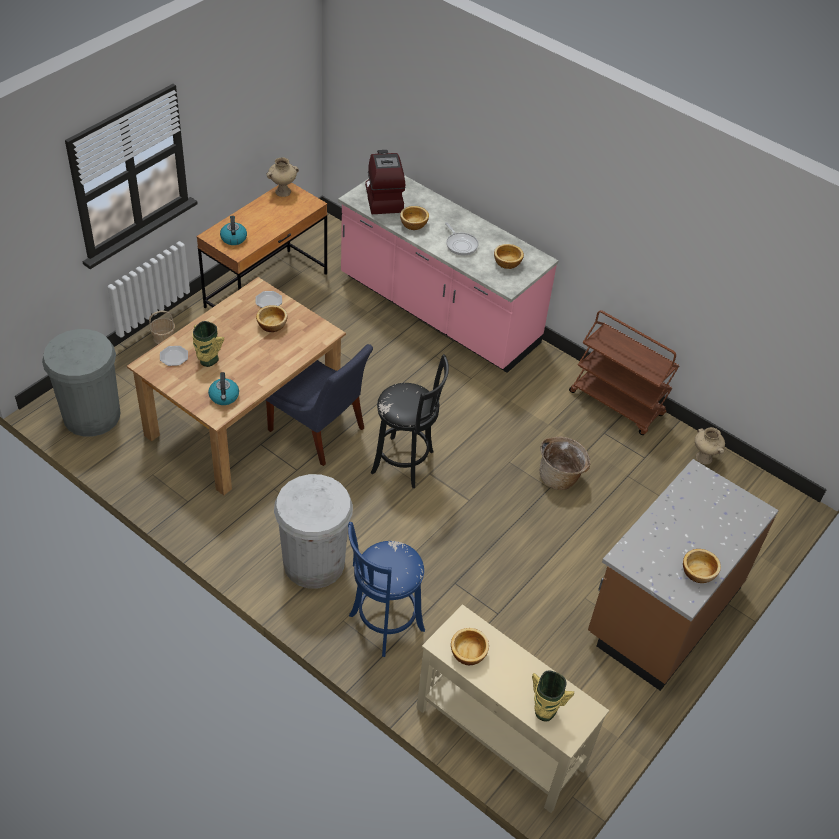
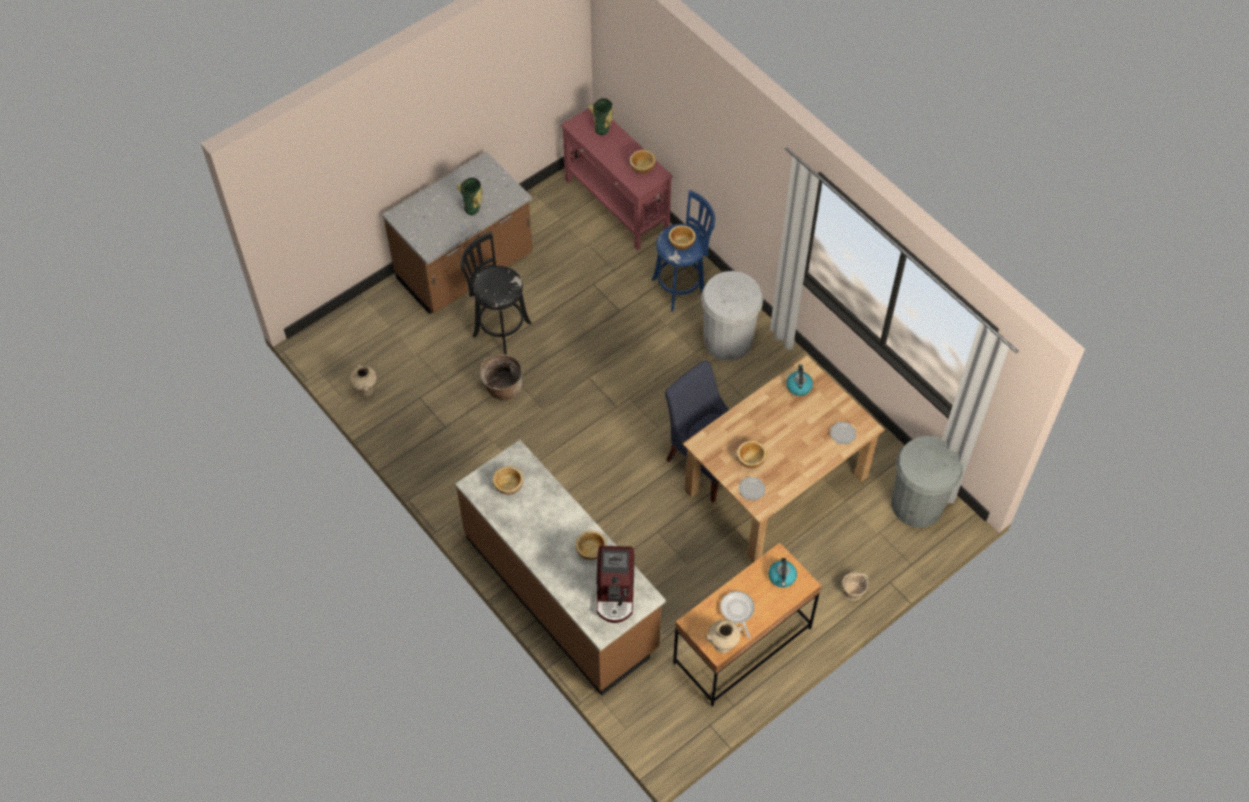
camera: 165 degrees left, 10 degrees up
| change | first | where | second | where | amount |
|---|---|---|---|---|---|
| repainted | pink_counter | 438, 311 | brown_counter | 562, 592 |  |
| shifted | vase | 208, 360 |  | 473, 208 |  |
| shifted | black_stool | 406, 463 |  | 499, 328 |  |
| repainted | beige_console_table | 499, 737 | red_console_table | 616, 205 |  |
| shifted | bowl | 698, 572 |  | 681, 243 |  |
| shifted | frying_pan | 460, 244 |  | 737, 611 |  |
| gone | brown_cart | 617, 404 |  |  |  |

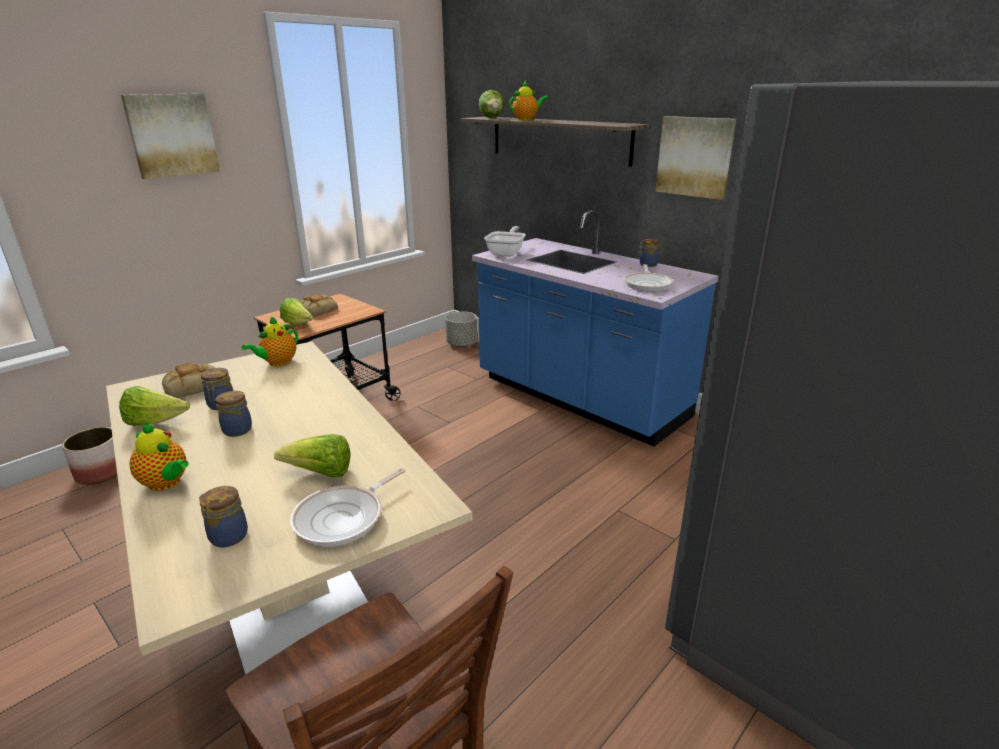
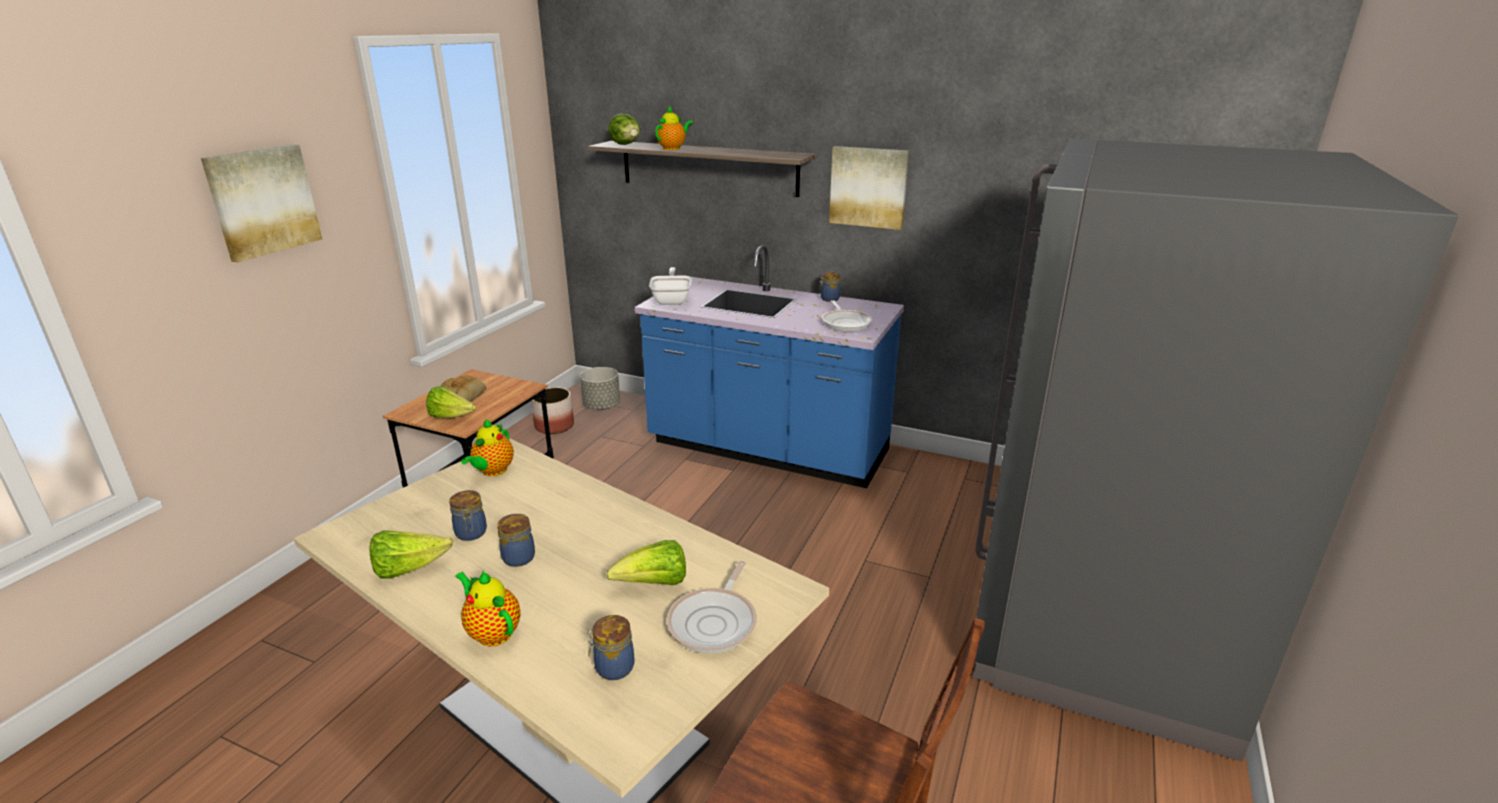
camera: 20 degrees left, 0 degrees up
| change | first | where | second | where | amount |
|---|---|---|---|---|---|
| rotated | teapot | 166, 483 |  | 492, 632 | 150 degrees counterclockwise |
| shifted | planter | 101, 472 |  | 554, 426 |  |
| gone | bread | 193, 386 |  |  |  |

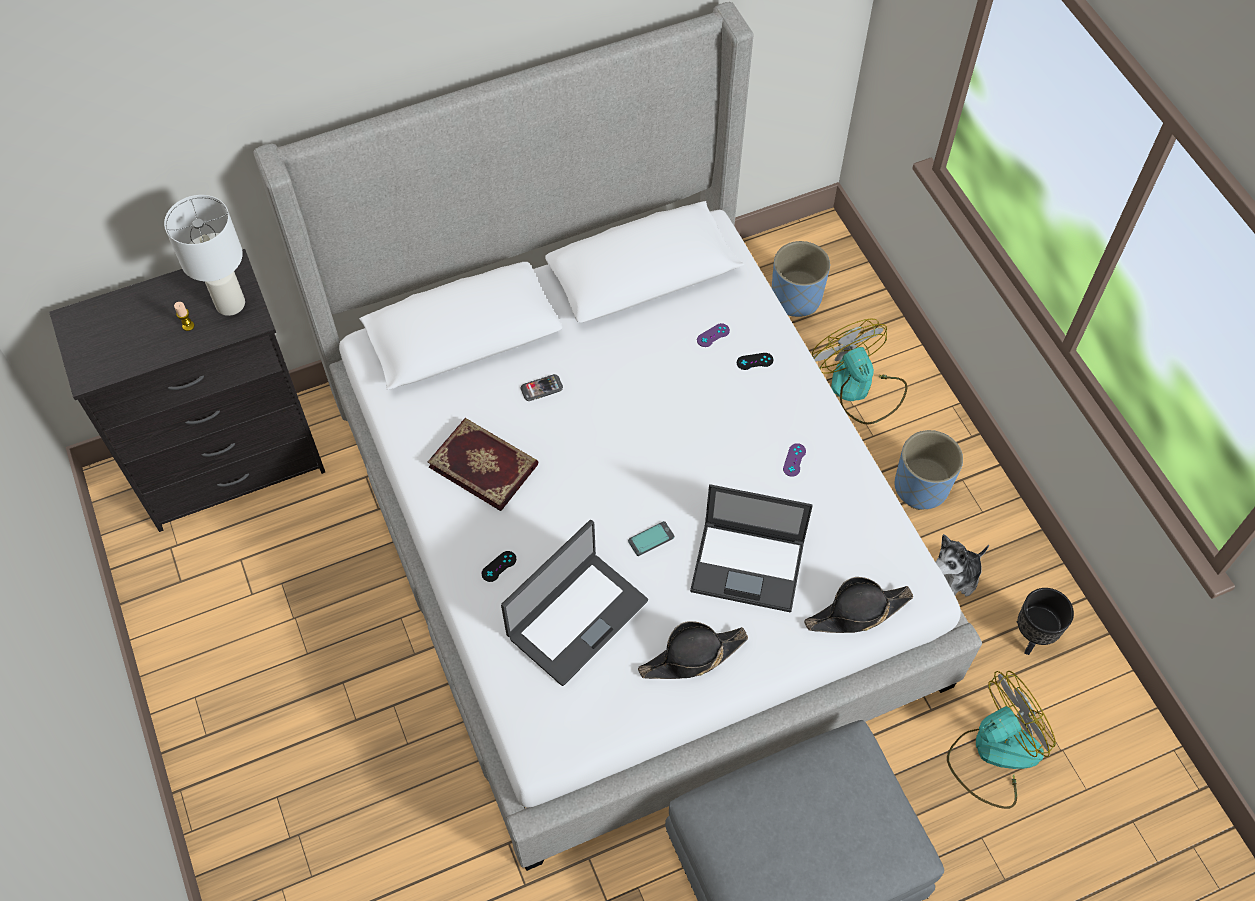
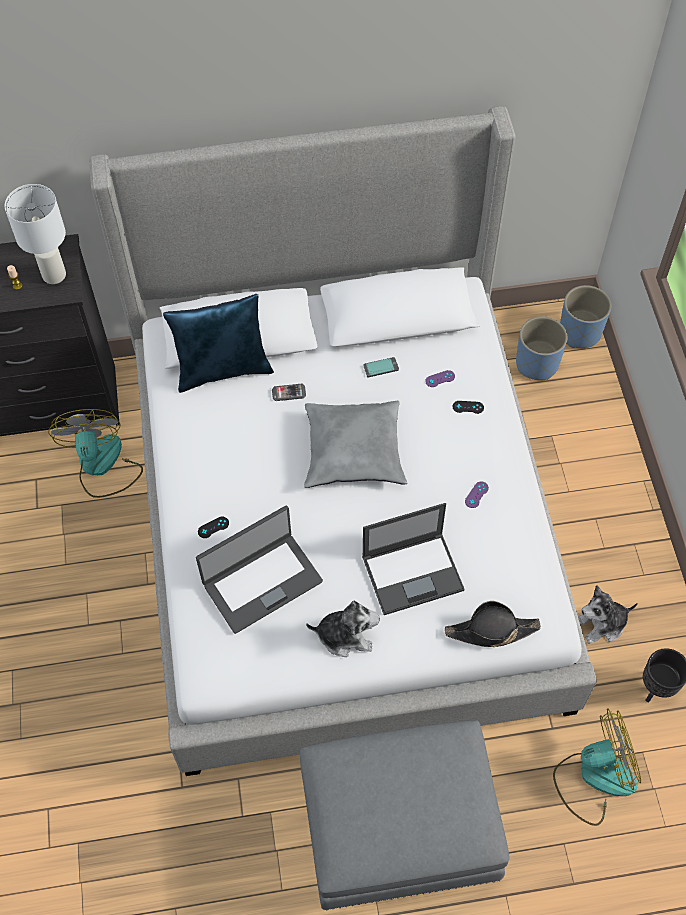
camera: 15 degrees right, 0 degrees up
| change | first | where | second | where | amount |
|---|---|---|---|---|---|
| shifted | fan | 858, 389 |  | 102, 466 |  |
| new |  |  | blue_pillow | 223, 369 |  |
| new |  |  | grey_pillow | 354, 451 |  |
| swapped | black_hat | 692, 657 | plush_toy | 345, 635 |  |
| rotated | laptop | 749, 566 |  | 413, 572 | 45 degrees counterclockwise |
| shifted | phone | 651, 539 |  | 381, 367 |  |
| shifted | blue_planter | 921, 486 |  | 580, 332 |  |
| gone | book | 484, 464 |  |  |  |

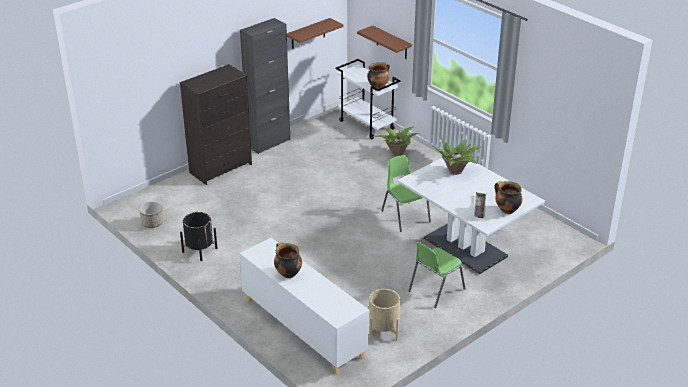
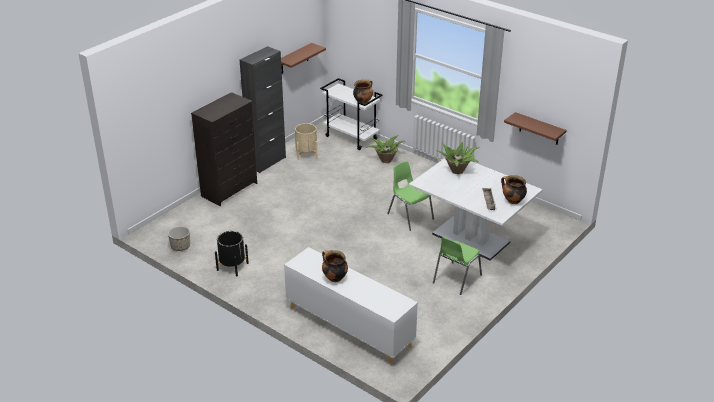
camera: 10 degrees left, 0 degrees up
| change | first | where | second | where | amount |
|---|---|---|---|---|---|
| shifted | beige_planter | 383, 331 |  | 306, 154 |  |
| shifted | brown_shelf | 391, 43 |  | 539, 129 |  |

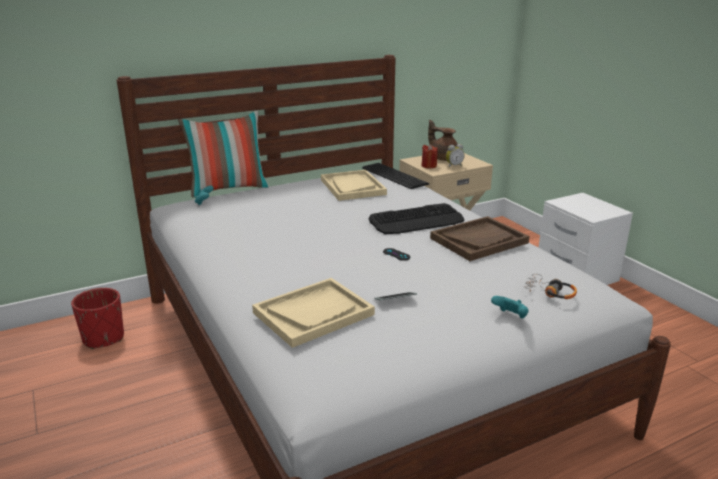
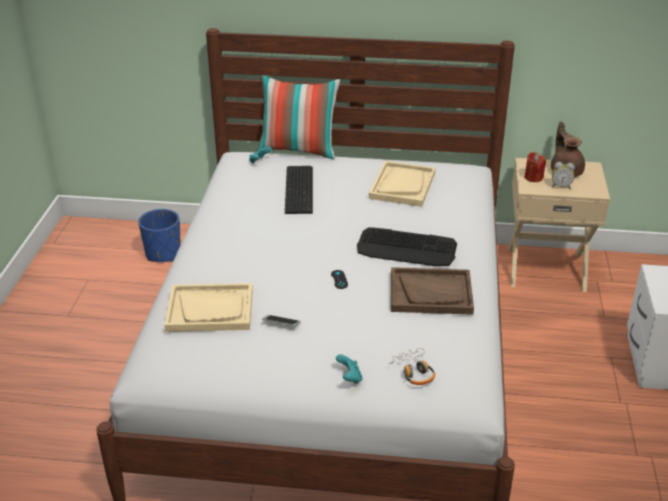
camera: 35 degrees right, 10 degrees up
| change | first | where | second | where | amount |
|---|---|---|---|---|---|
| repainted | red_planter | 103, 338 | blue_planter | 163, 254 |  |
| shifted | keyboard | 395, 175 |  | 300, 189 |  |

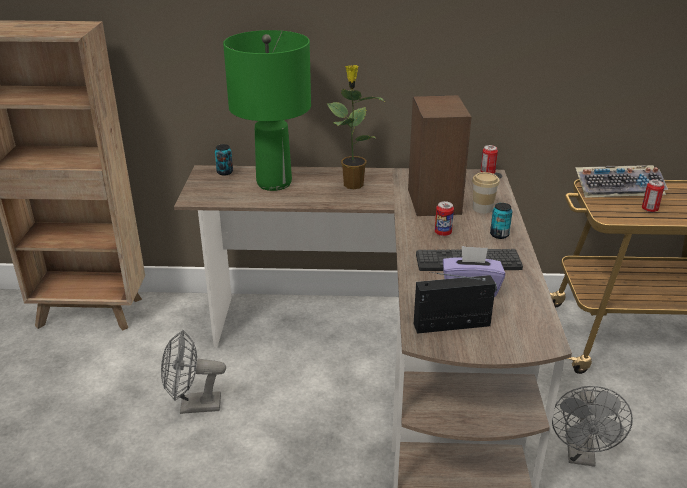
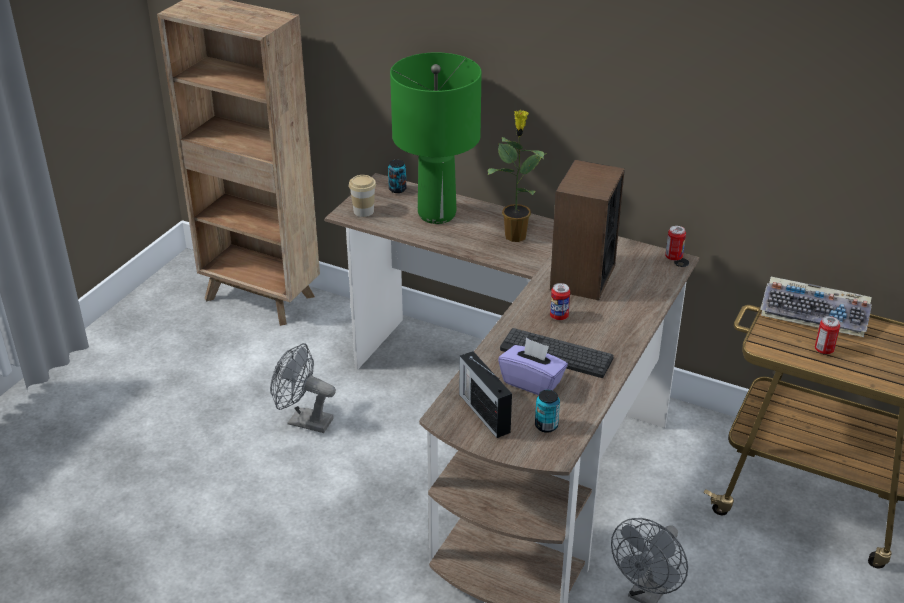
camera: 25 degrees right, 5 degrees up
| change | first | where | second | where | amount |
|---|---|---|---|---|---|
| shifted | cup | 482, 208 |  | 363, 211 |  |
| rotated | radio | 453, 325 |  | 483, 412 | 135 degrees counterclockwise |
| shifted | can | 499, 235 |  | 546, 426 |  |

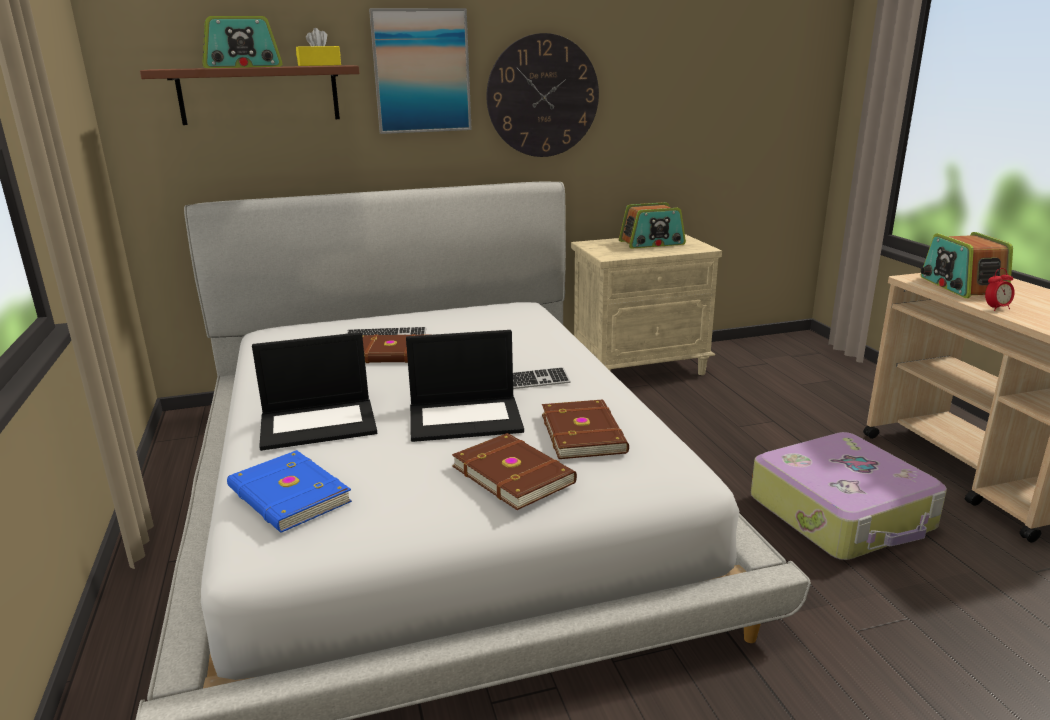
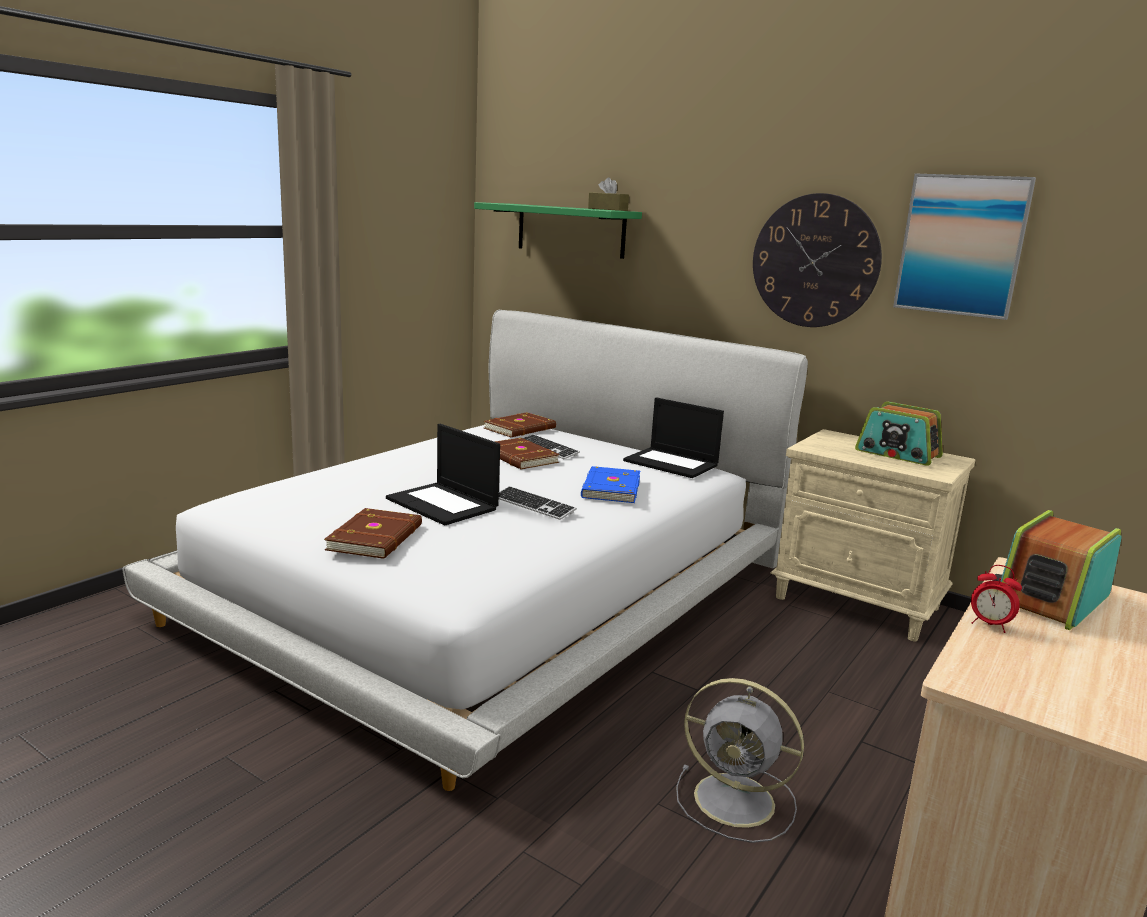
camera: 50 degrees right, 5 degrees down
| change | first | where | second | where | amount |
|---|---|---|---|---|---|
| repainted | brown_shelf | 259, 94 | green_shelf | 570, 230 |  |
| shifted | brown_book | 584, 433 |  | 521, 428 |  |
| shifted | blue_book | 287, 496 |  | 609, 488 |  |
| repainted | yellow_tissue_box | 319, 65 | brown_tissue_box | 608, 209 |  |
| shifted | laptop | 319, 423 |  | 672, 463 |  |
| swapped | suitcase | 843, 513 | grey_fan | 738, 801 |  |
| shifted | picture | 421, 71 |  | 961, 245 |  |
| gone | radio | 242, 67 |  |  |  |

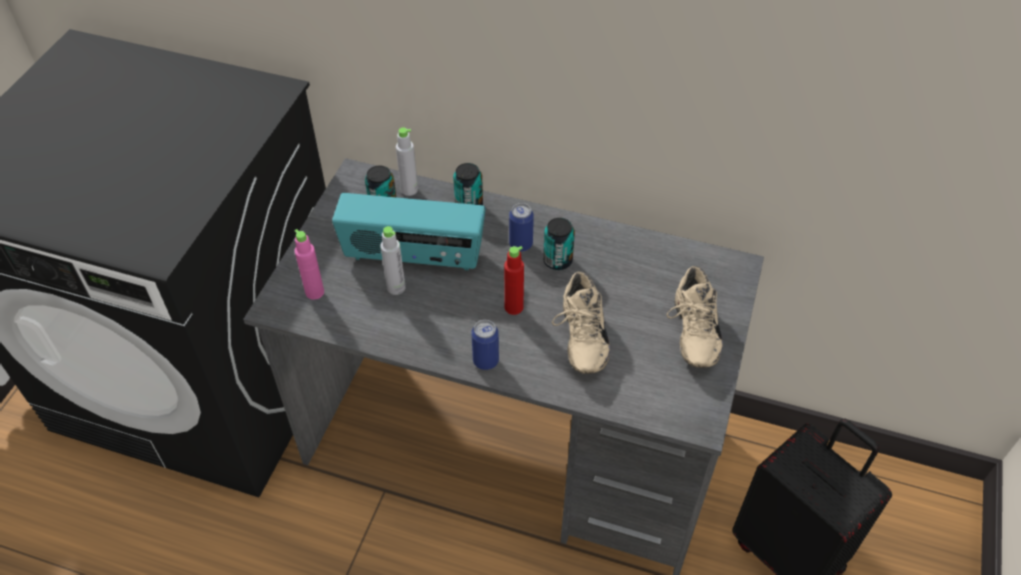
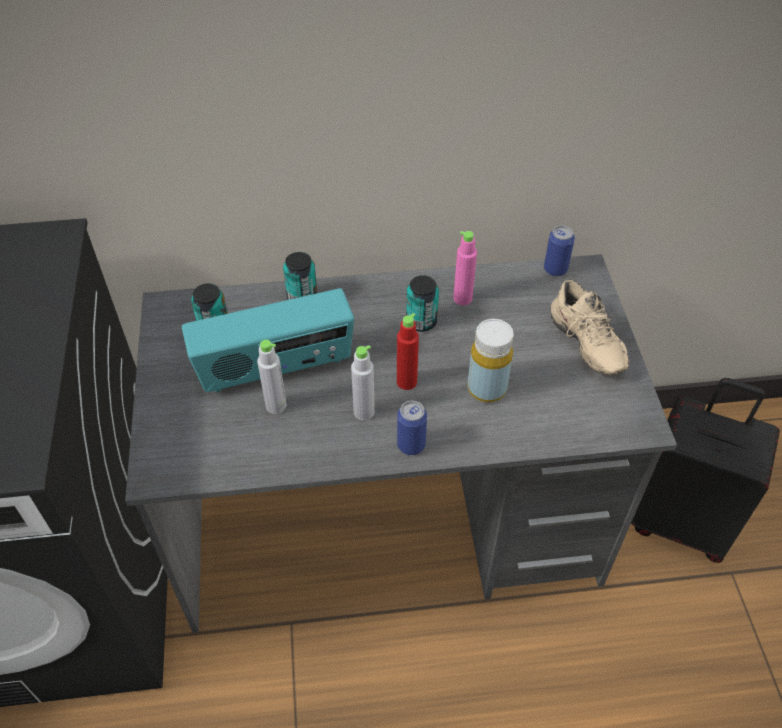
camera: 25 degrees left, 0 degrees up
| change | first | where | second | where | amount |
|---|---|---|---|---|---|
| shifted | grey_bottle | 409, 189 |  | 364, 412 |  |
| shifted | pink_bottle | 314, 292 |  | 462, 298 |  |
| swapped | beige_shoe | 579, 338 | yellow_bottle | 486, 388 |  |
| shifted | can | 521, 244 |  | 555, 269 |  |

